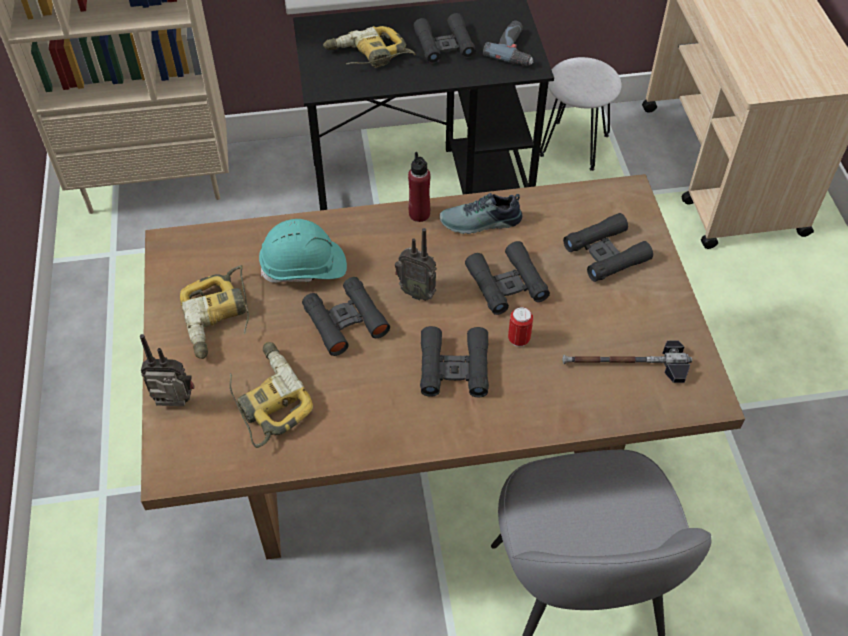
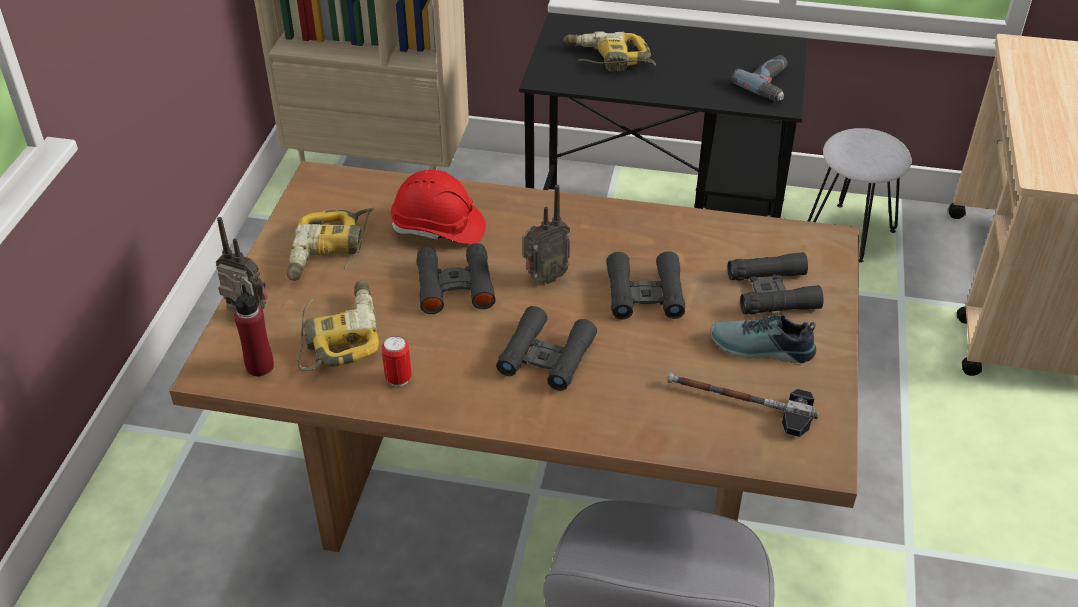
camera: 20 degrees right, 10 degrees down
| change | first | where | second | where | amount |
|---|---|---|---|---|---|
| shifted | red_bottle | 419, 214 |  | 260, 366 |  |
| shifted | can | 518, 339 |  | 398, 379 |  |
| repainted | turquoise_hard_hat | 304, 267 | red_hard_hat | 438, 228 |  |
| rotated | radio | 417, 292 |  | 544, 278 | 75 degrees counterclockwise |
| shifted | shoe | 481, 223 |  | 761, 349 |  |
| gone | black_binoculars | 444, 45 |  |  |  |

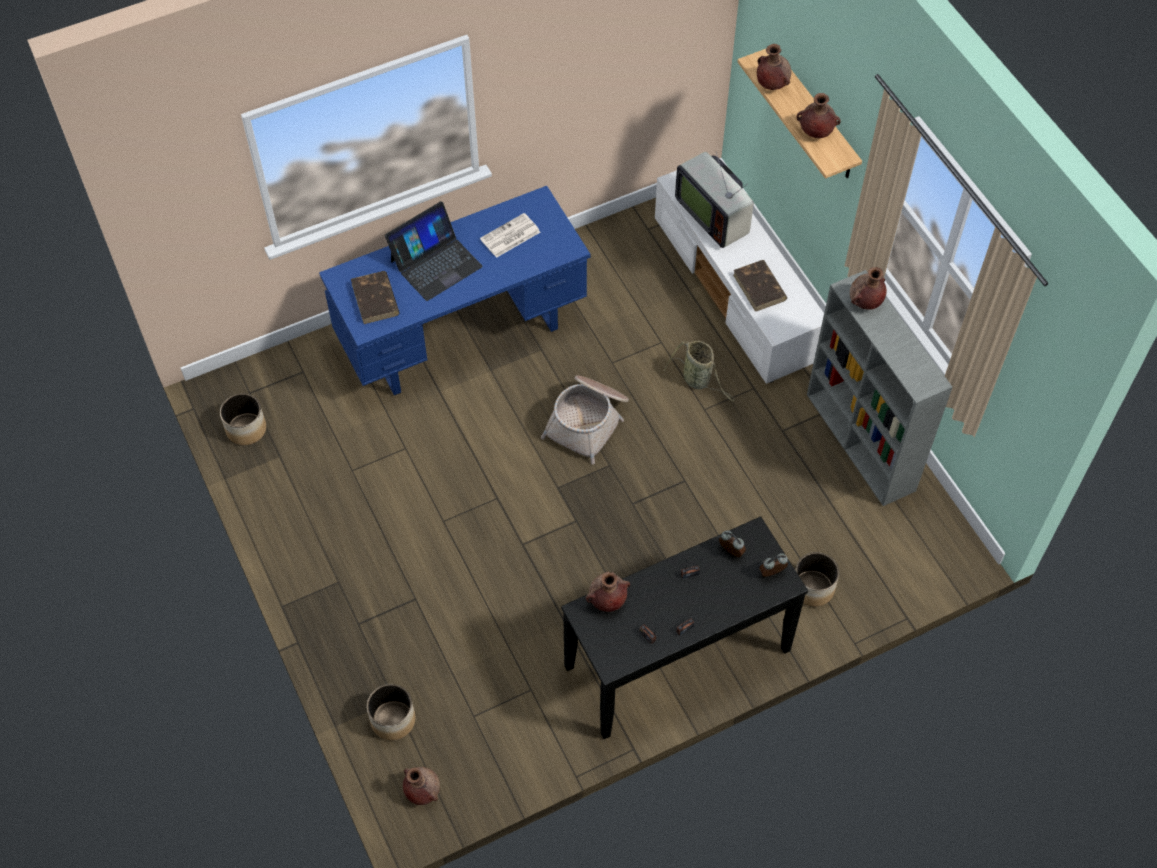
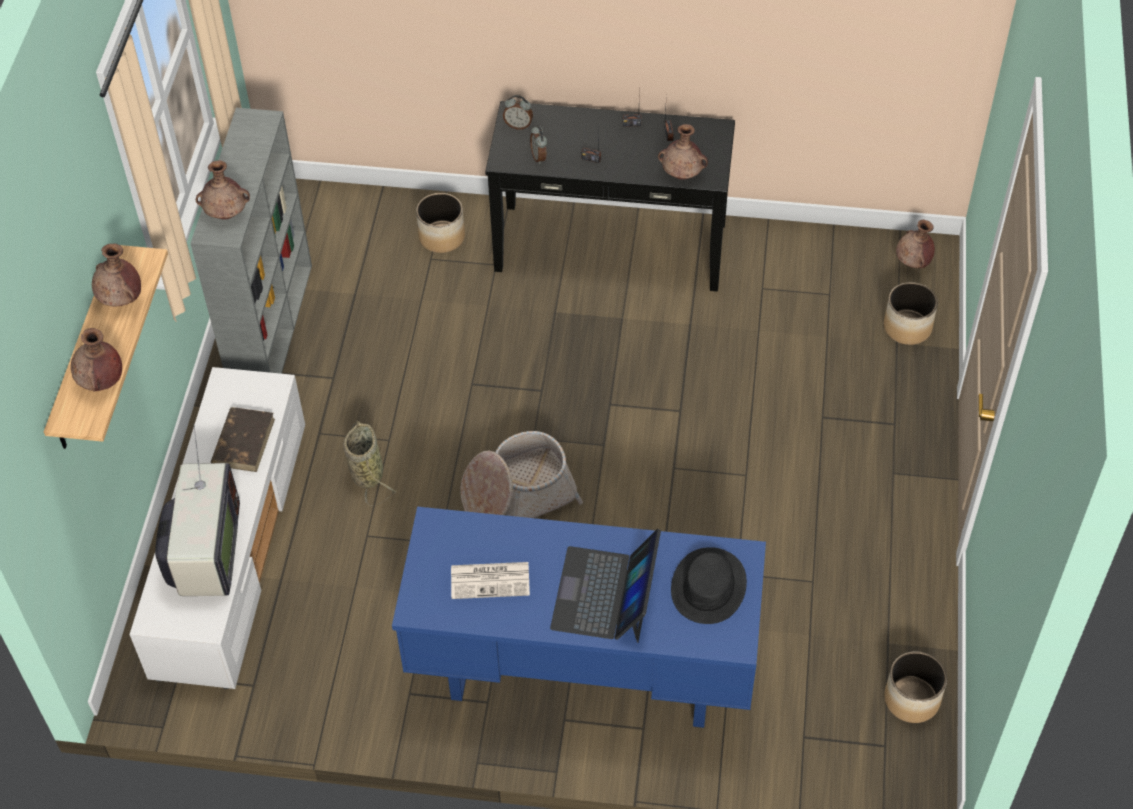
camera: 145 degrees left, 5 degrees down
| change | first | where | second | where | amount |
|---|---|---|---|---|---|
| rotated | laptop | 435, 263 |  | 605, 594 | 75 degrees counterclockwise |
| swapped | brown_book | 375, 300 | black_hat | 709, 587 |  |

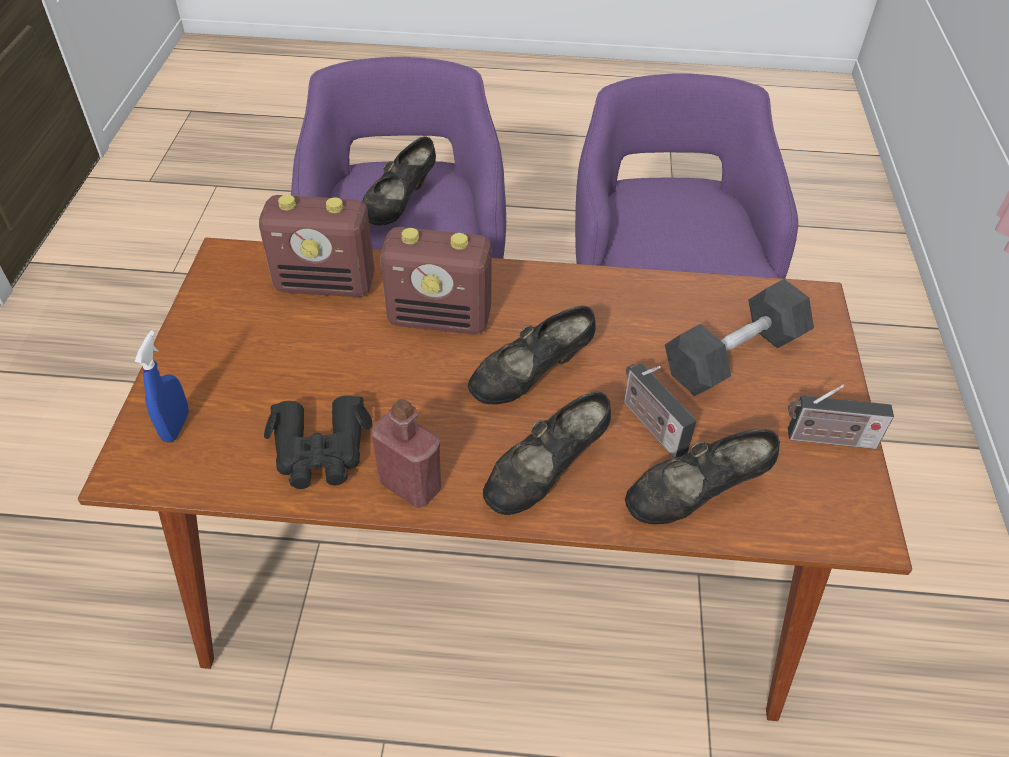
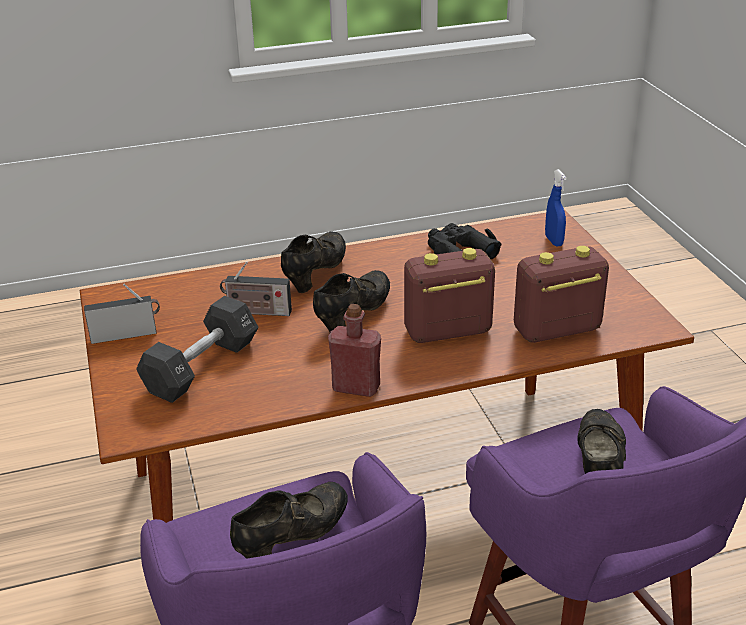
camera: 160 degrees right, 15 degrees down
| change | first | where | second | where | amount |
|---|---|---|---|---|---|
| rotated | radio | 650, 424 |  | 256, 312 | 150 degrees clockwise |
| shifted | black_shoe | 694, 497 |  | 293, 539 |  |
| shifted | red_bottle | 410, 485 |  | 356, 387 |  |

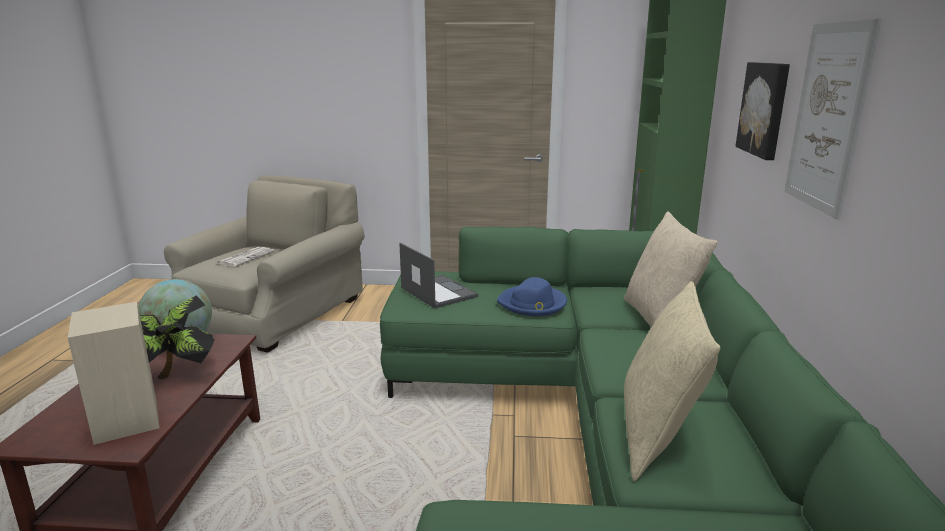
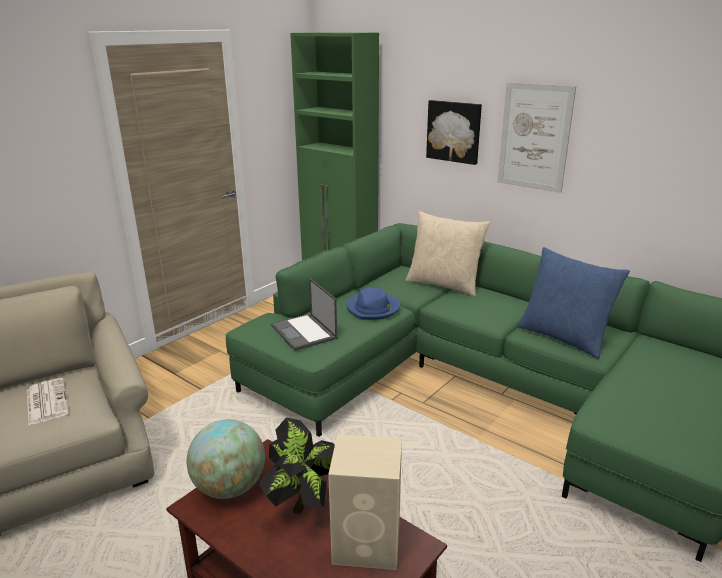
camera: 55 degrees left, 5 degrees up
| change | first | where | second | where | amount |
|---|---|---|---|---|---|
| rotated | laptop | 438, 292 |  | 304, 332 | 120 degrees counterclockwise |
| repainted | beige_pillow | 657, 435 | blue_pillow | 564, 337 |  |

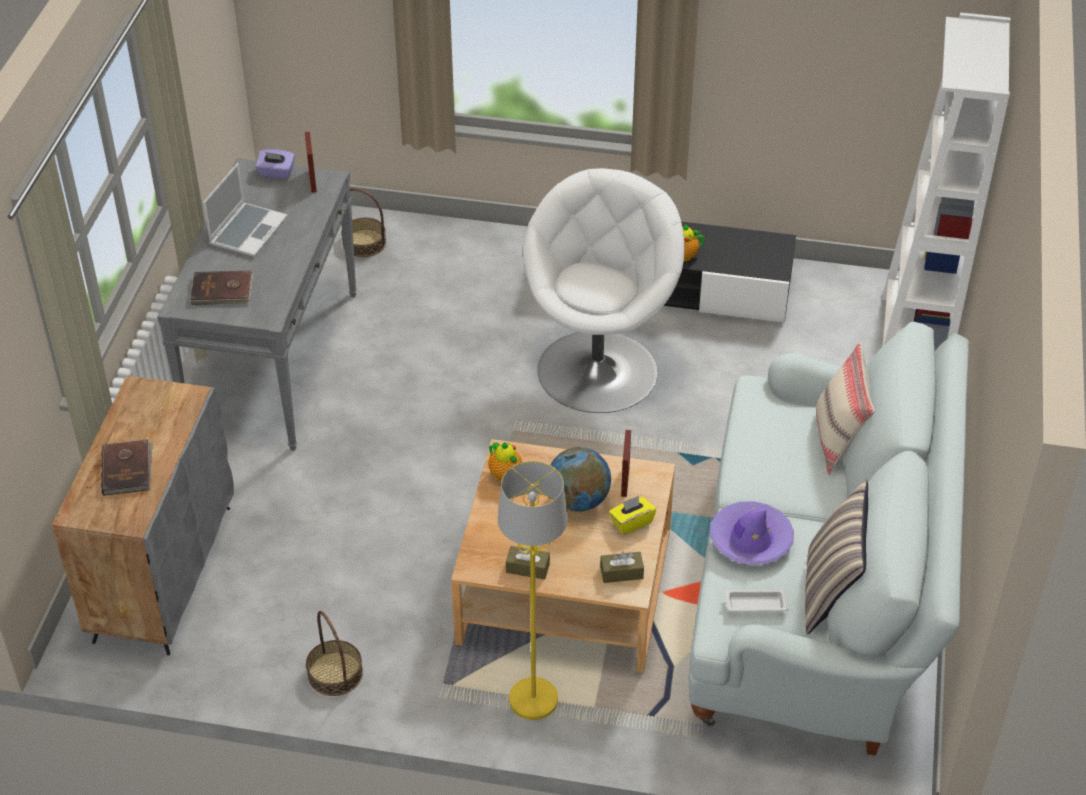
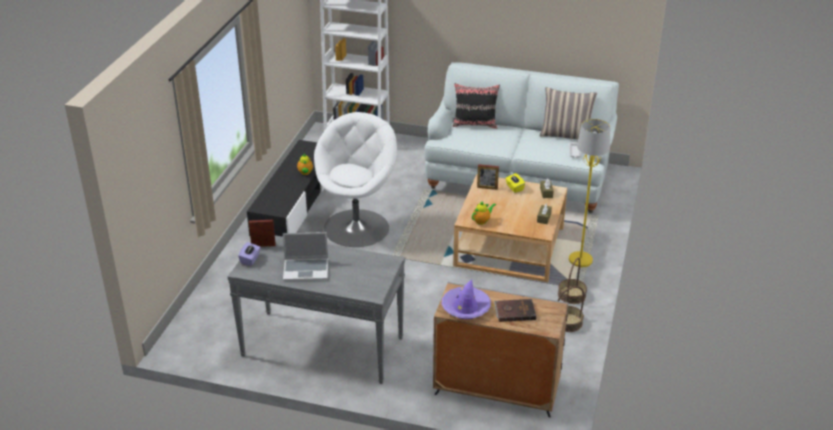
camera: 85 degrees left, 10 degrees down
| change | first | where | second | where | amount |
|---|---|---|---|---|---|
| rotated | laptop | 248, 230 |  | 306, 270 | 150 degrees clockwise |
| rotated | white_armchair | 598, 370 |  | 357, 227 | 90 degrees clockwise |
| shifted | purple_hat | 750, 540 |  | 466, 307 |  |
| repainted | beige_pillow | 839, 440 | black_pillow | 475, 124 |  |
| shifted | basket | 364, 243 |  | 571, 295 |  |
| gone | brown_book | 222, 291 |  |  |  |
| gone | globe | 578, 500 |  |  |  |

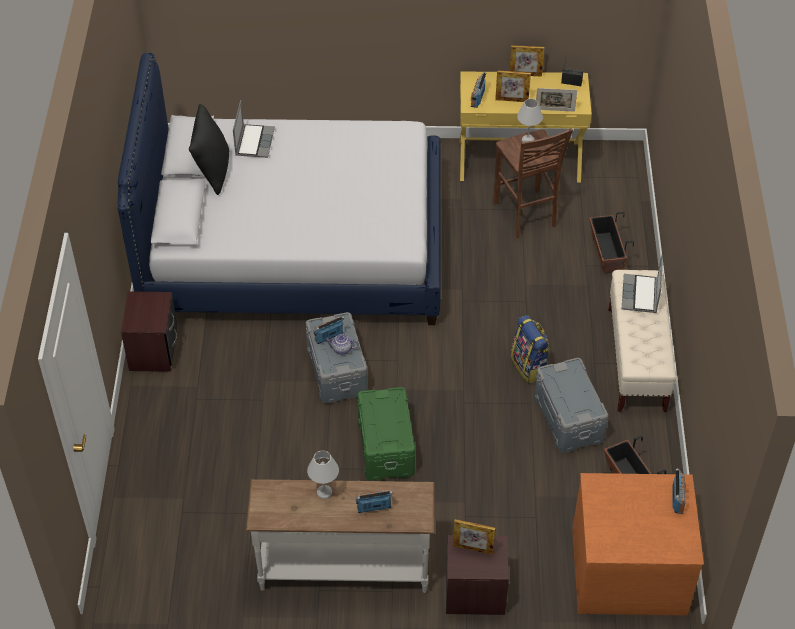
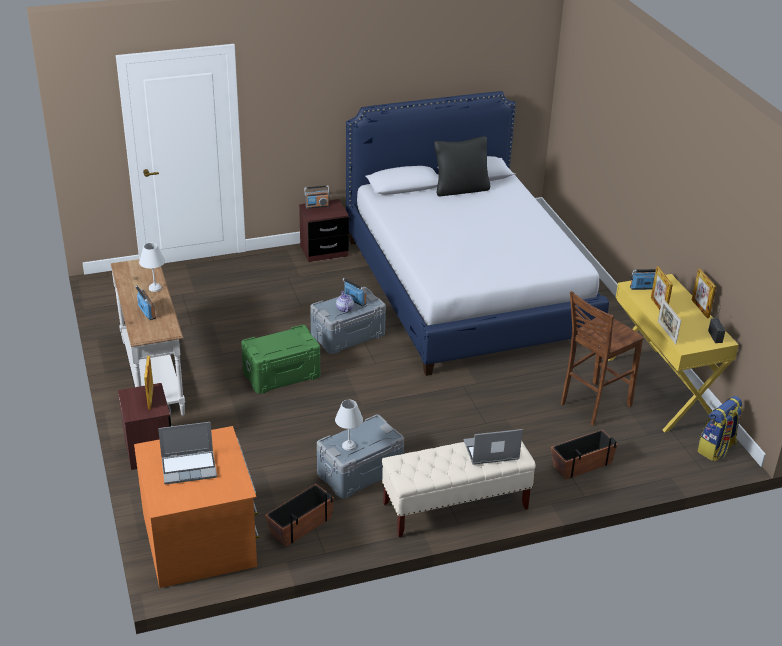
camera: 70 degrees right, 15 degrees down
| change | first | where | second | where | amount |
|---|---|---|---|---|---|
| shifted | laptop | 254, 141 |  | 189, 468 |  |
| shifted | radio | 677, 499 |  | 317, 206 |  |
| shifted | white_table_lamp | 527, 140 |  | 348, 445 |  |
| shifted | backpack | 530, 366 |  | 717, 449 |  |

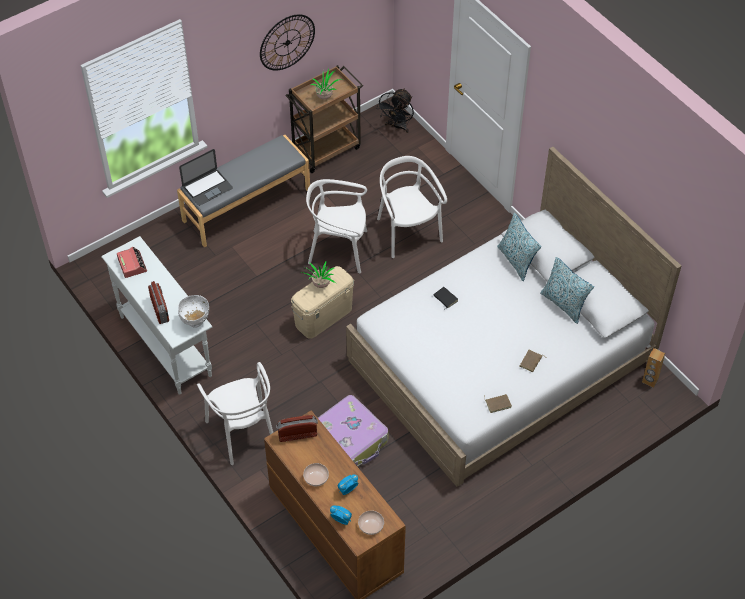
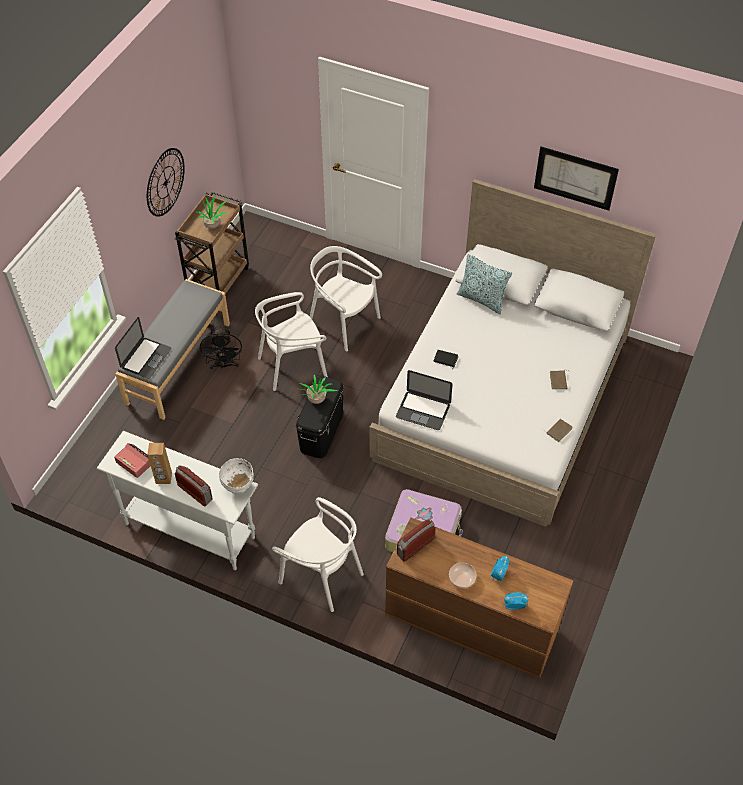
camera: 30 degrees left, 0 degrees up
| change | first | where | second | where | amount |
|---|---|---|---|---|---|
| shifted | brown_speaker | 649, 381 |  | 163, 478 |  |
| shifted | black_fan | 397, 126 |  | 224, 365 |  |
| repainted | beige_storage_box | 323, 316 | black_storage_box | 321, 431 |  |
| new |  |  | laptop | 423, 410 |  |
| new |  |  | picture | 575, 178 |  |
| gone | bowl | 371, 525 |  |  |  |
| gone | pillow | 563, 304 |  |  |  |

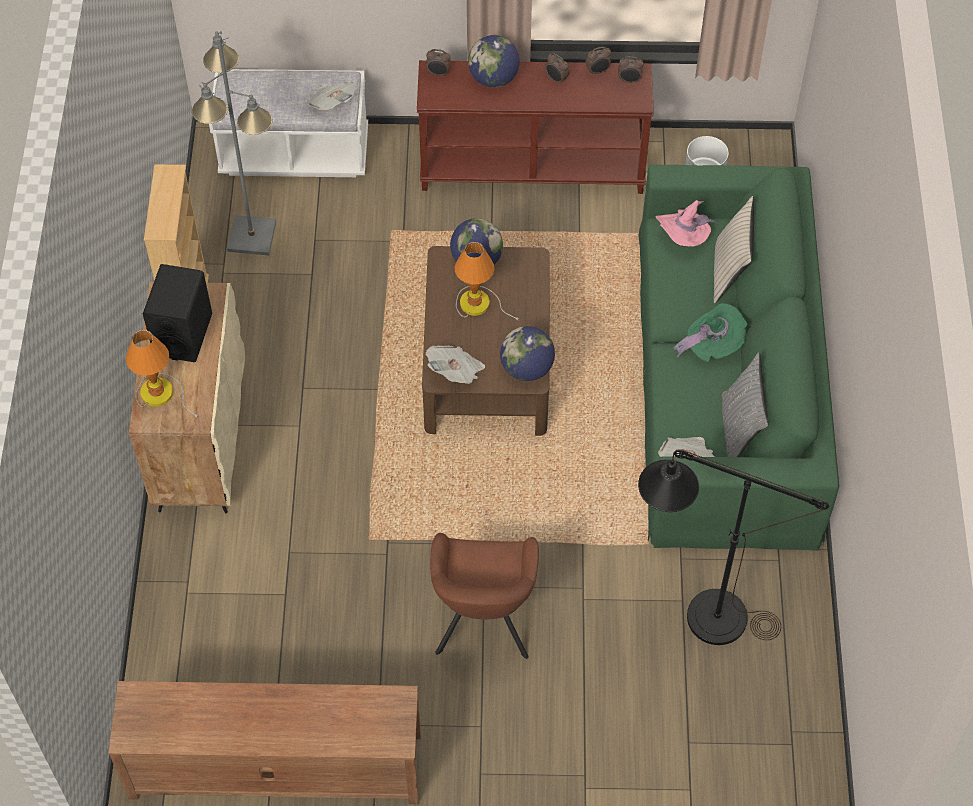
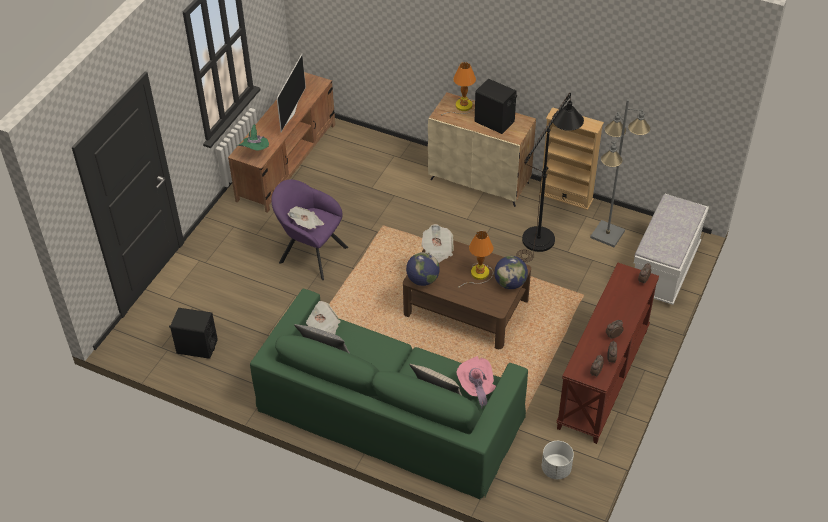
camera: 115 degrees right, 10 degrees down
| change | first | where | second | where | amount |
|---|---|---|---|---|---|
| new |  |  | black_speaker | 197, 347 |  |
| shifted | green_hat | 712, 345 |  | 255, 152 |  |
| repainted | brown_armchair | 483, 620 | purple_armchair | 310, 253 |  |
| new |  |  | television | 291, 113 |  |
| shifted | newspaper | 333, 104 |  | 306, 224 |  |
| shifted | black_floor_lamp | 699, 614 |  | 543, 234 |  |
| gone | globe | 493, 78 |  |  |  |

